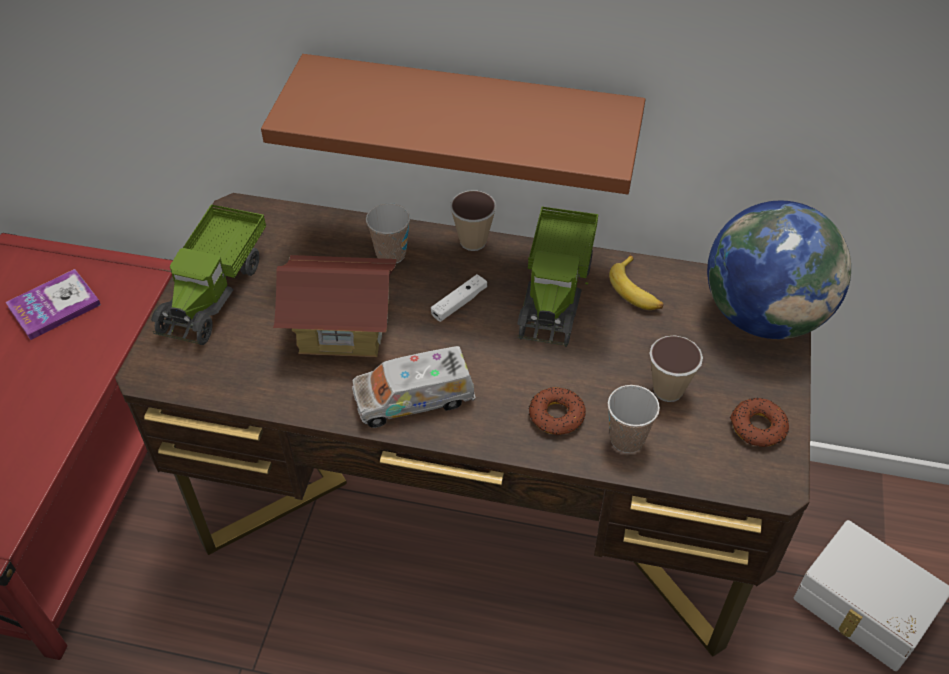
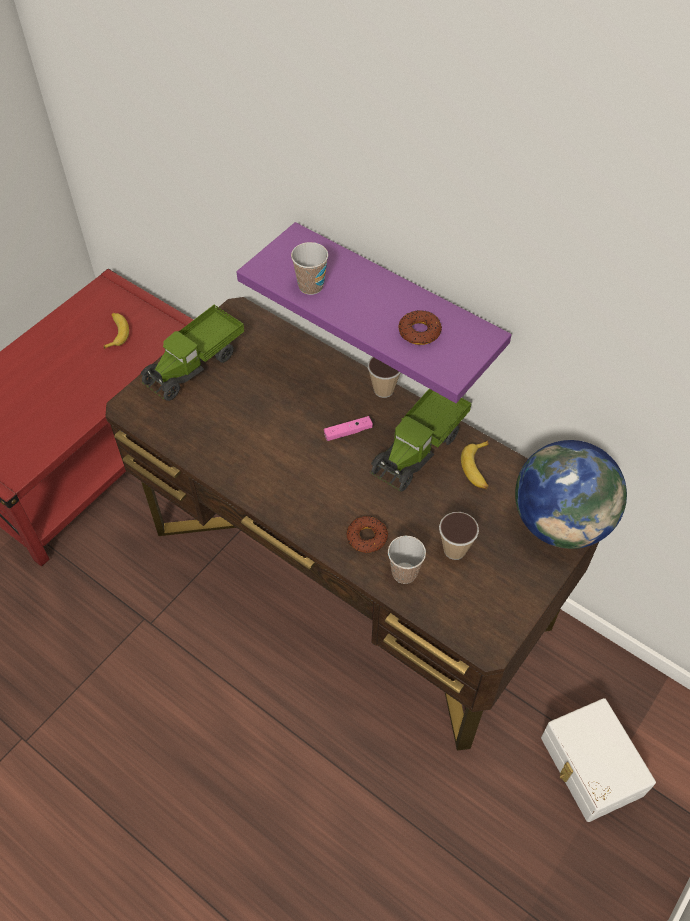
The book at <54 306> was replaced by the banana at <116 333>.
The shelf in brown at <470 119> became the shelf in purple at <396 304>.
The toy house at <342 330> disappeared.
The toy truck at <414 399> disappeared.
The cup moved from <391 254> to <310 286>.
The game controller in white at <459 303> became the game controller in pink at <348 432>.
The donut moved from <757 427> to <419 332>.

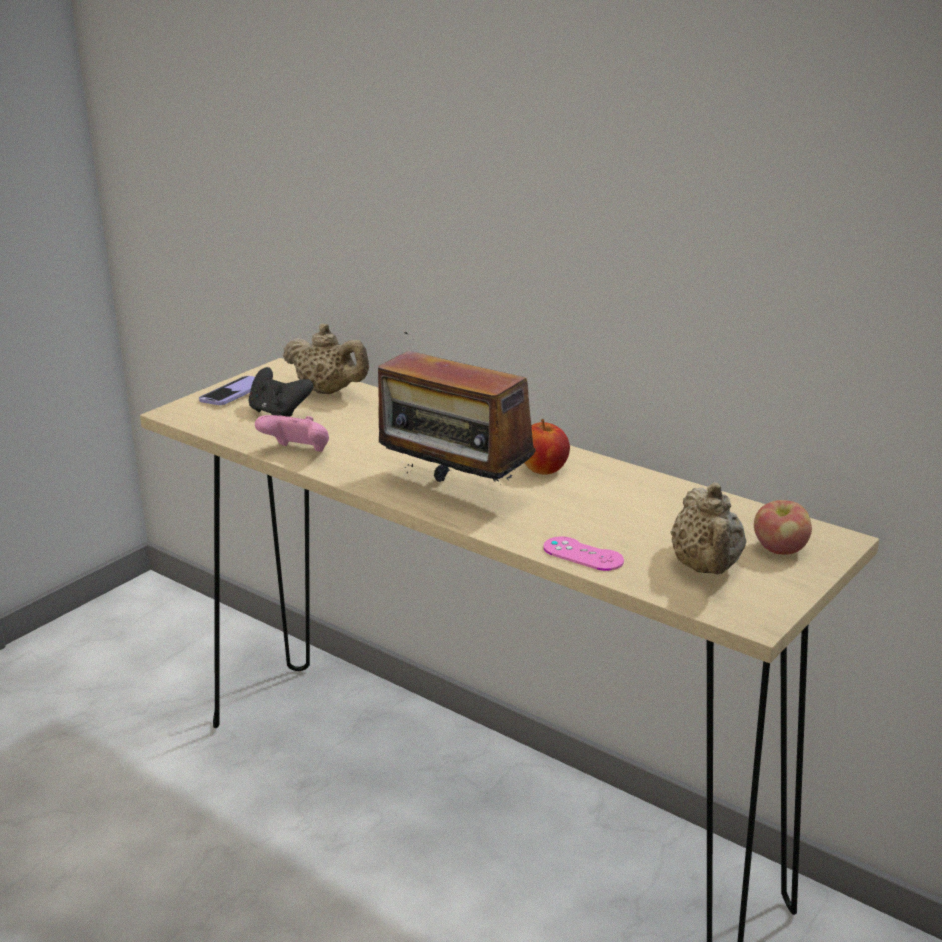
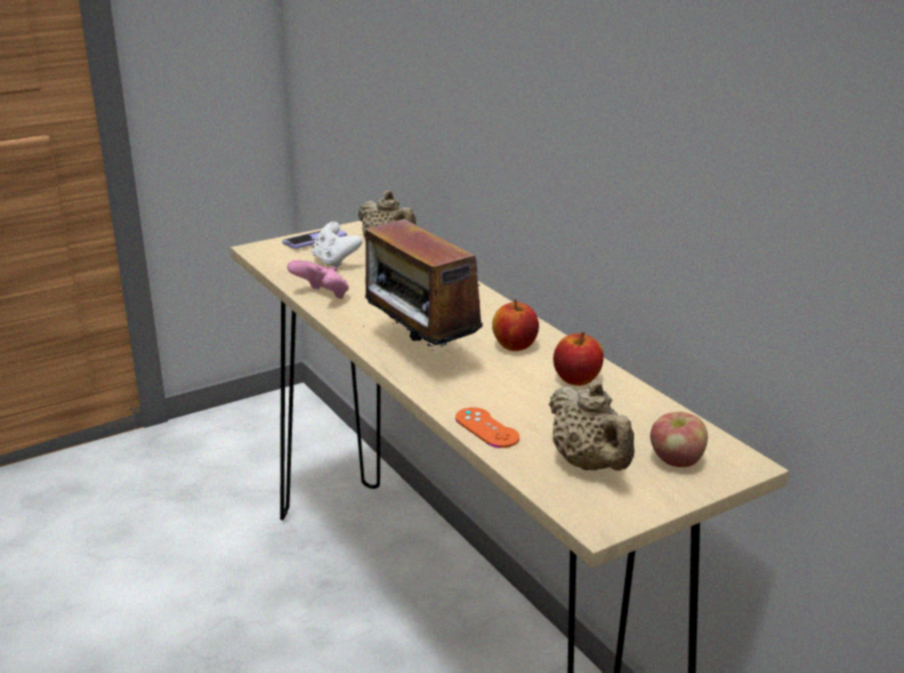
The game controller in black at <278 413> became the game controller in white at <335 262>.
The game controller in pink at <583 554> became the game controller in orange at <487 428>.
The teapot in beige at <706 569> turned 45 degrees counterclockwise.
The apple at <576 380> appeared.

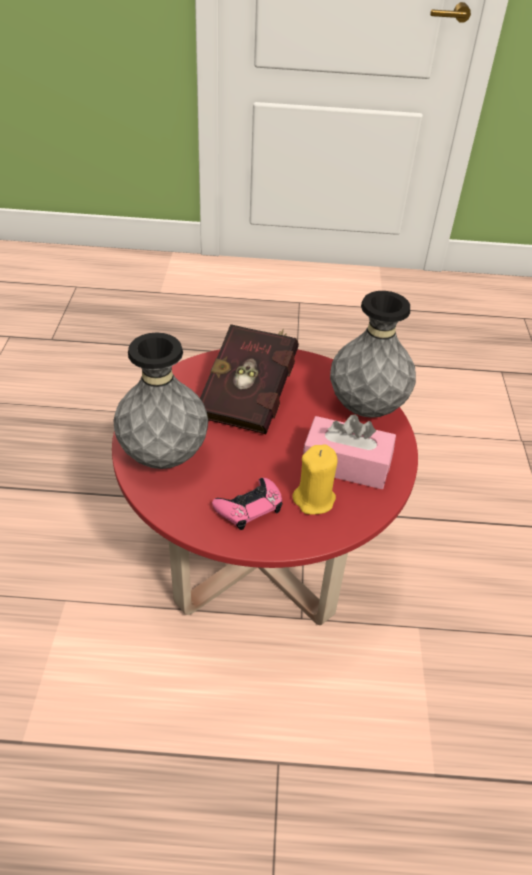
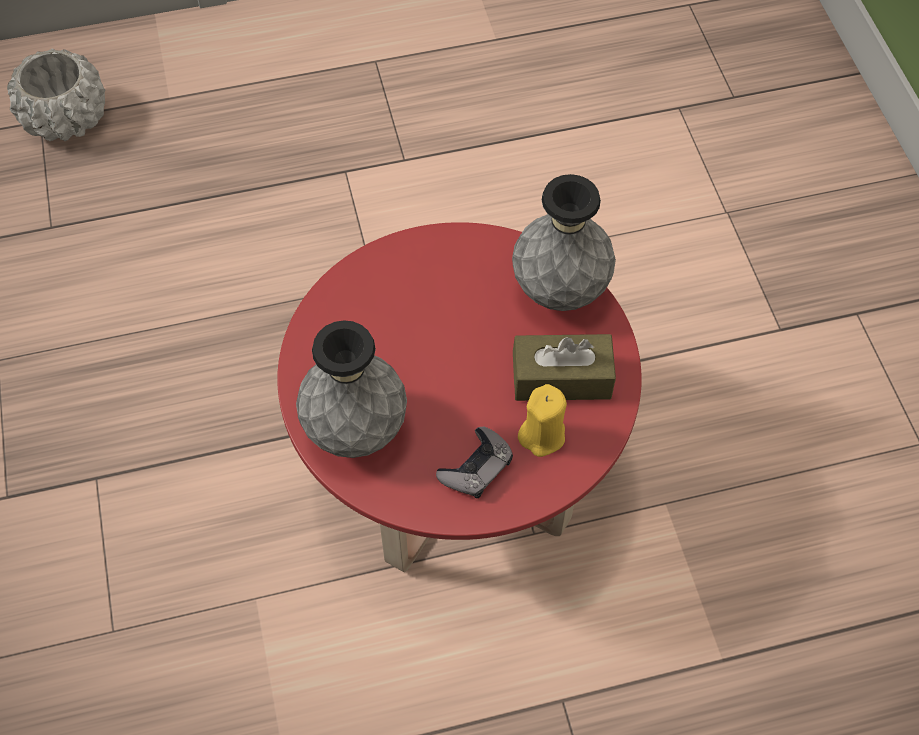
The book in red at <250 398> disappeared.
The game controller in pink at <249 507> became the game controller in grey at <476 467>.
The tissue box in pink at <346 464> became the tissue box in brown at <561 378>.
The planter in white at <67 119> appeared.

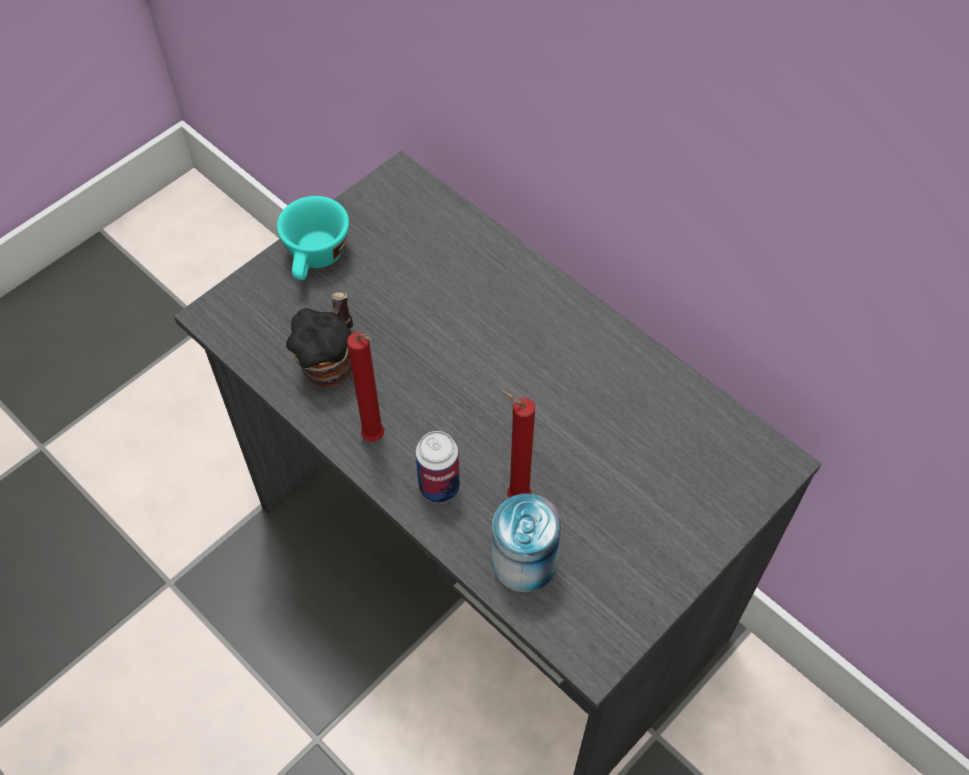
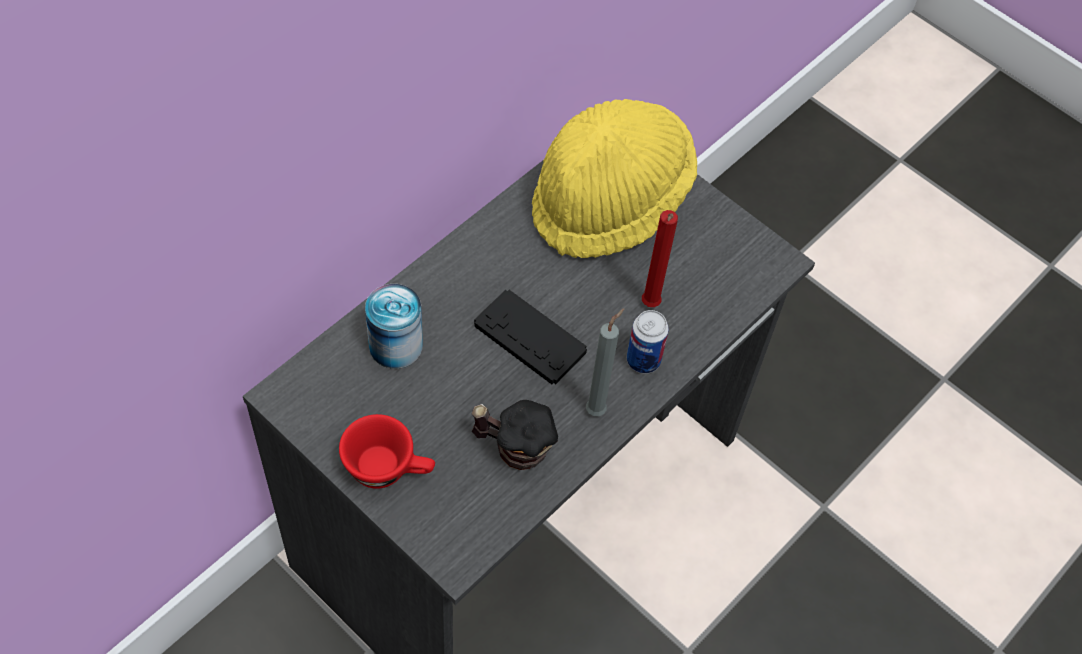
The cup in turquoise at <316 260> became the cup in red at <389 468>.
The candle in red at <376 439> became the candle in grey at <598 409>.
The can moved from <524 561> to <396 345>.
The game controller in black at <530 338> appeared.
The hat in yellow at <609 200> appeared.

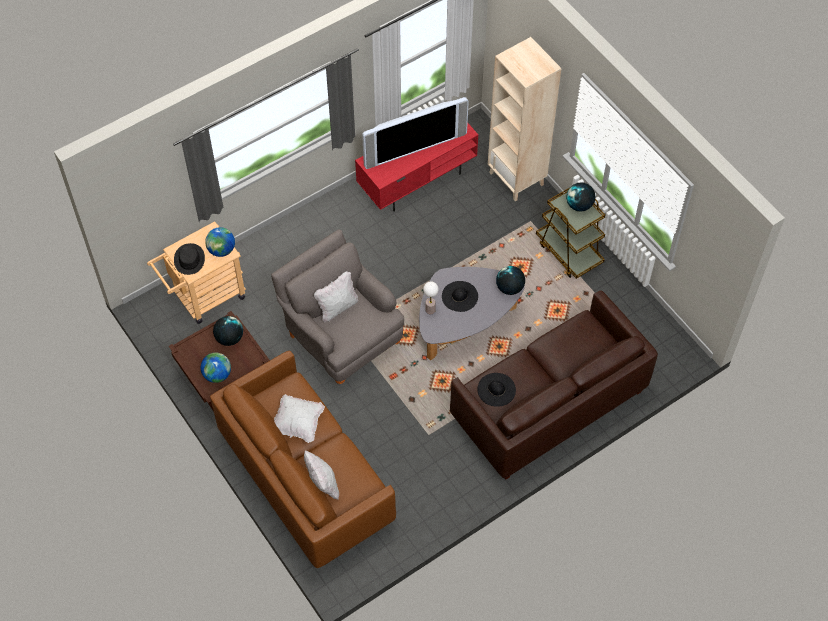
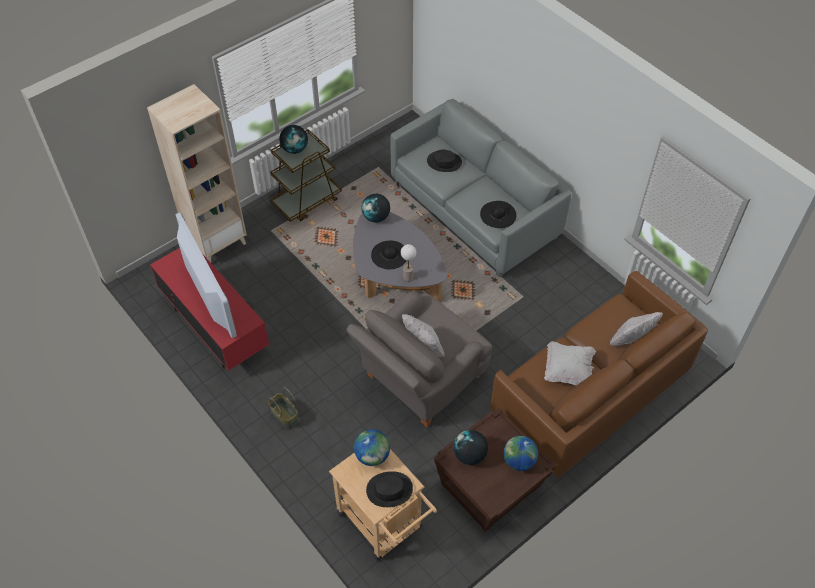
The sofa in brown at <548 404> became the sofa in grey at <474 211>.
The basket at <284 416> appeared.
The hat in black at <444 162> appeared.

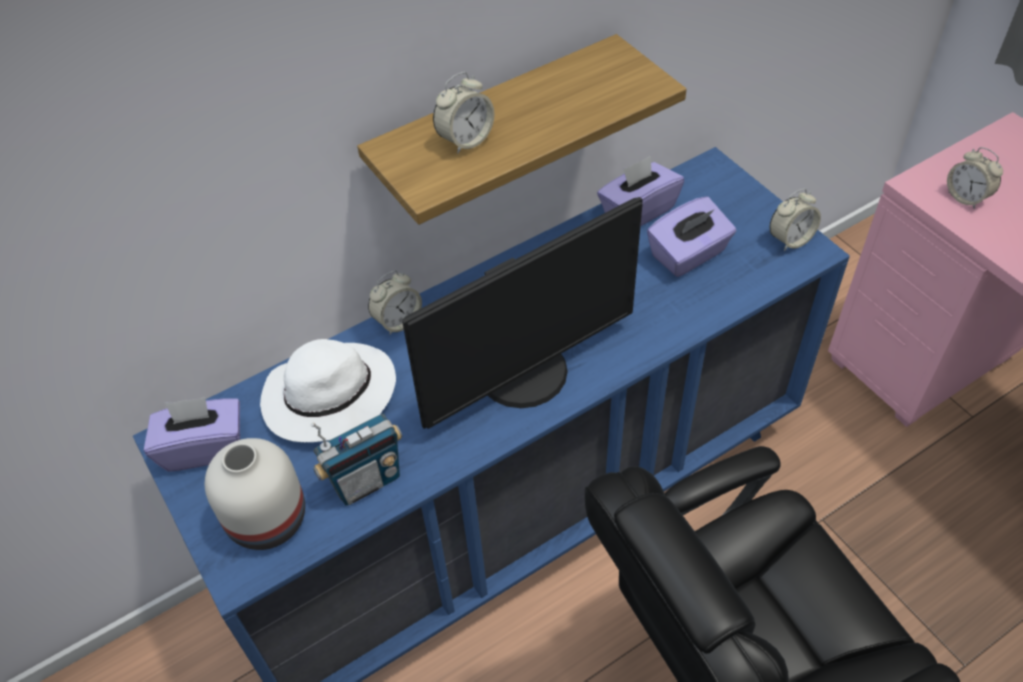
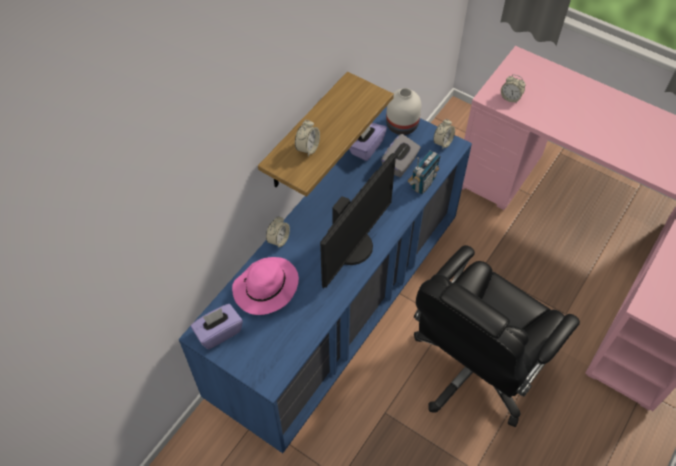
The vase in white moved from <269 520> to <403 125>.
The hat in white at <328 398> became the hat in pink at <265 288>.
The radio moved from <366 481> to <422 183>.
The tissue box in purple at <688 255> became the tissue box in grey at <400 164>.

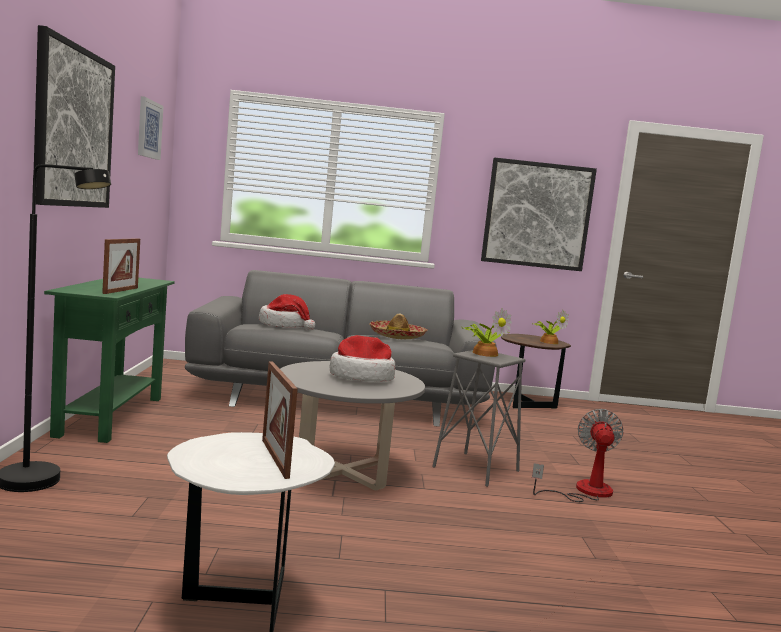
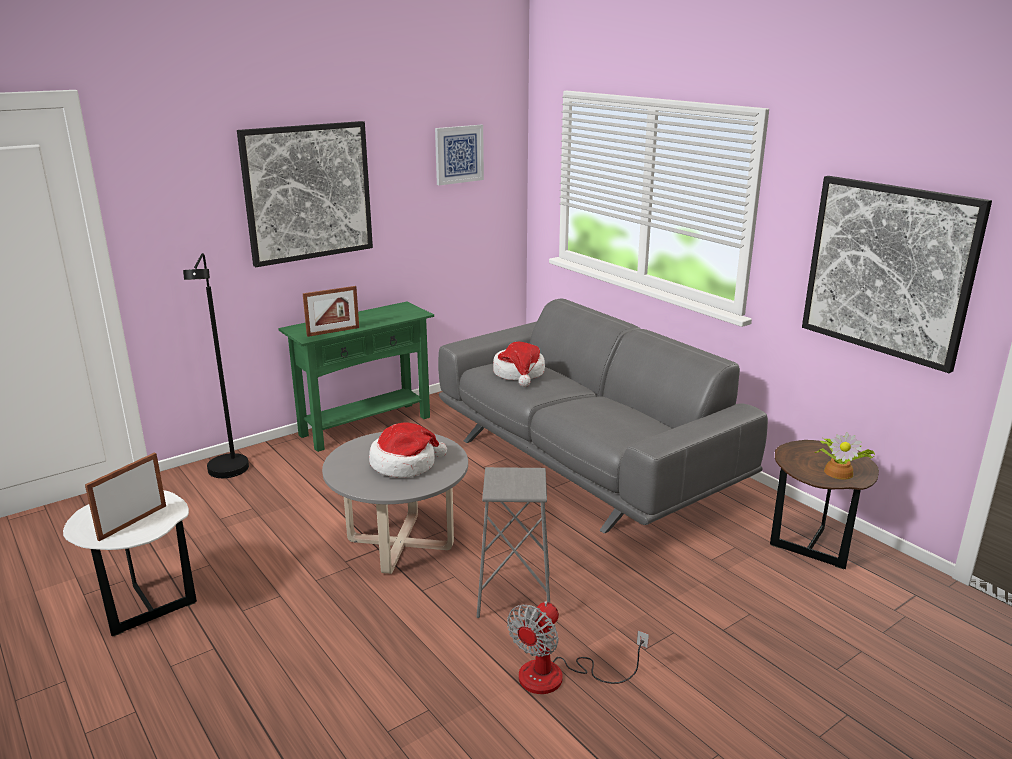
The hat at <397 336> disappeared.
The potted plant at <485 353> disappeared.
The fan at <584 491> turned 150 degrees clockwise.

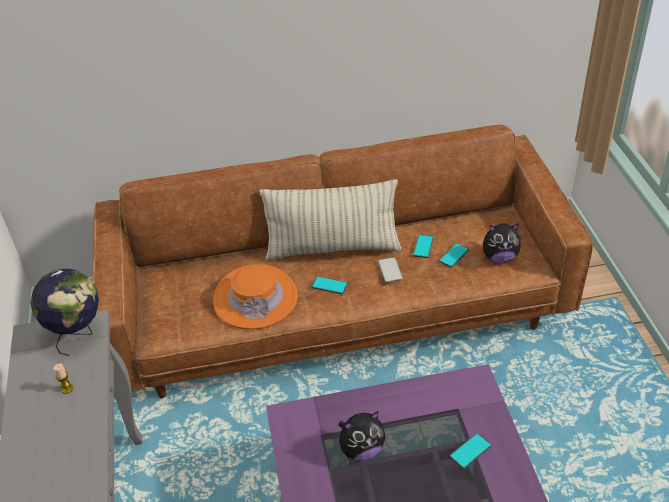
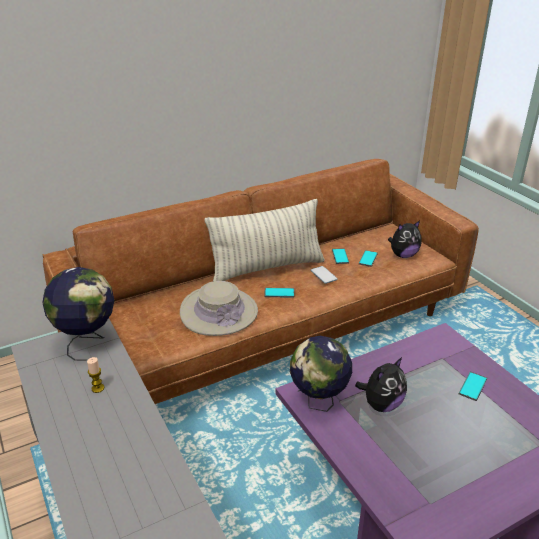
The hat in orange at <255 298> became the hat in beige at <219 312>.
The globe at <318 402> appeared.

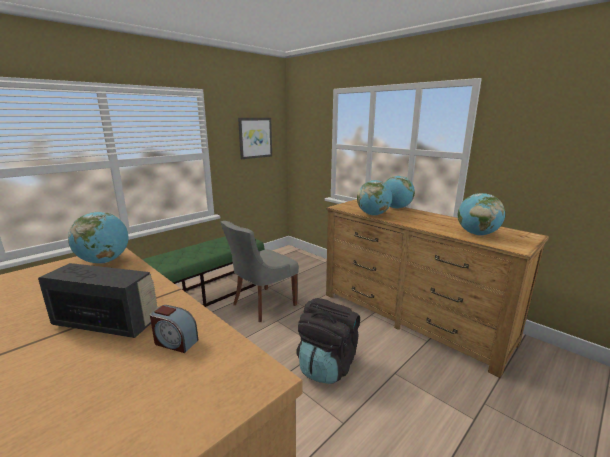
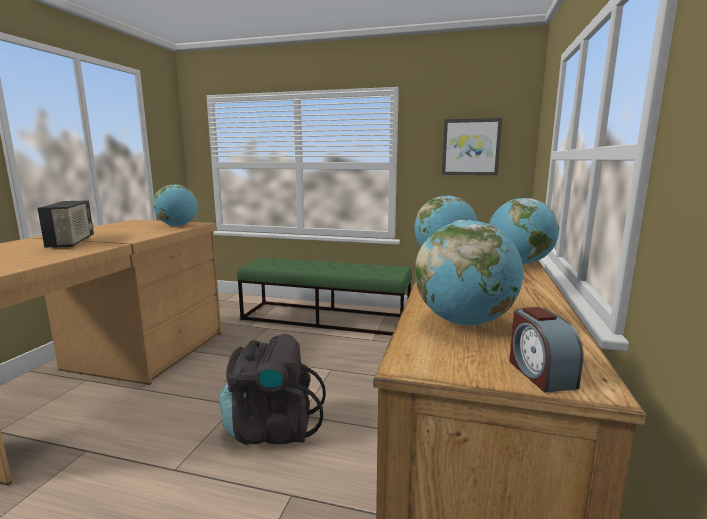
The alarm clock moved from <175 342> to <539 373>.
The chair in grey at <262 305> disappeared.

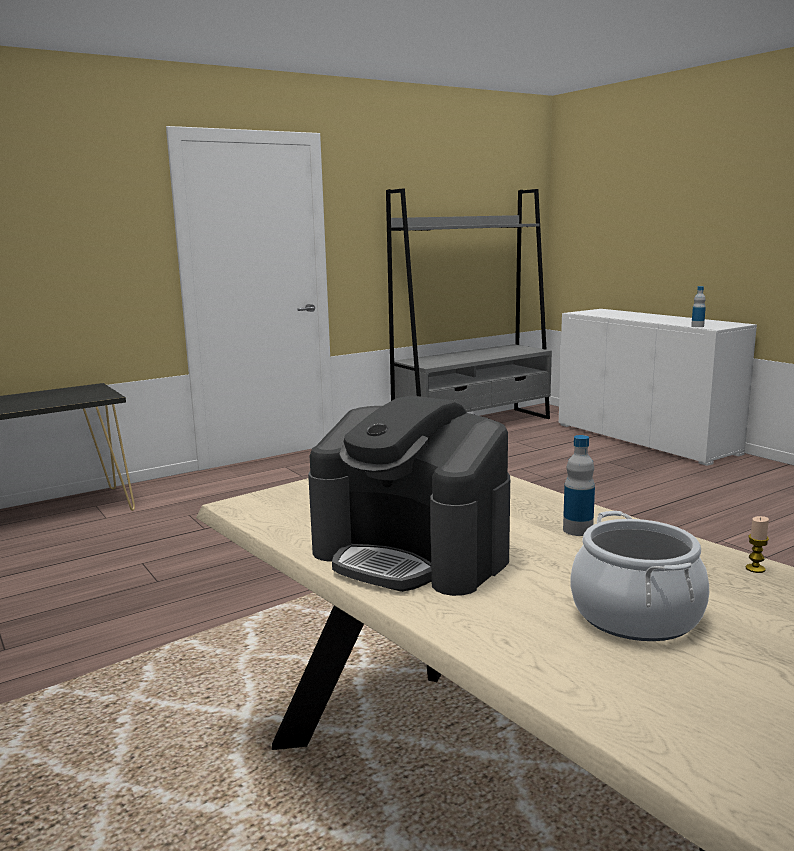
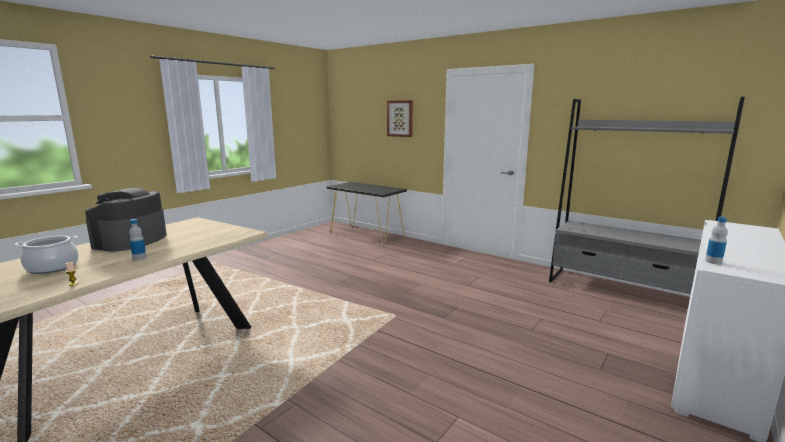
The picture at <400 118> appeared.

